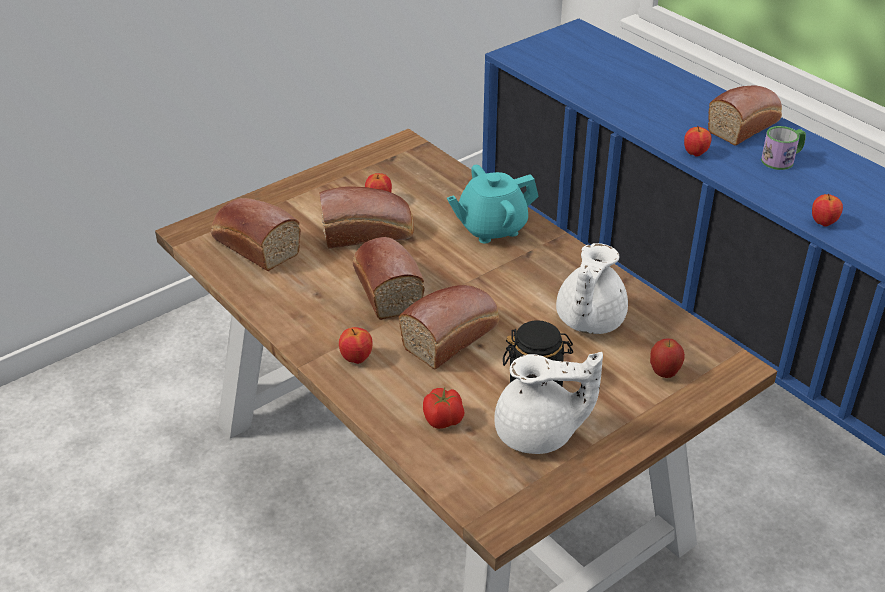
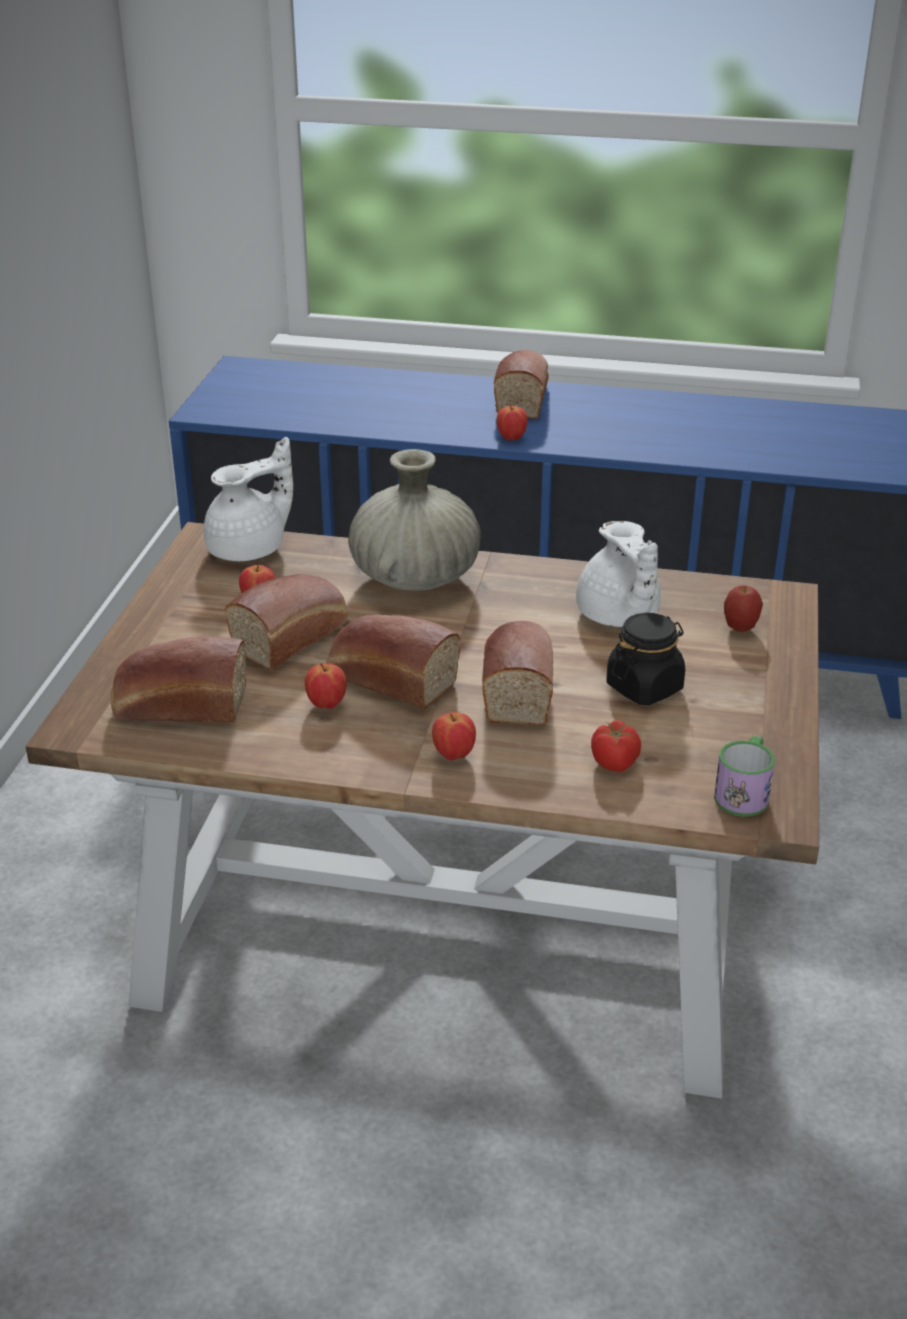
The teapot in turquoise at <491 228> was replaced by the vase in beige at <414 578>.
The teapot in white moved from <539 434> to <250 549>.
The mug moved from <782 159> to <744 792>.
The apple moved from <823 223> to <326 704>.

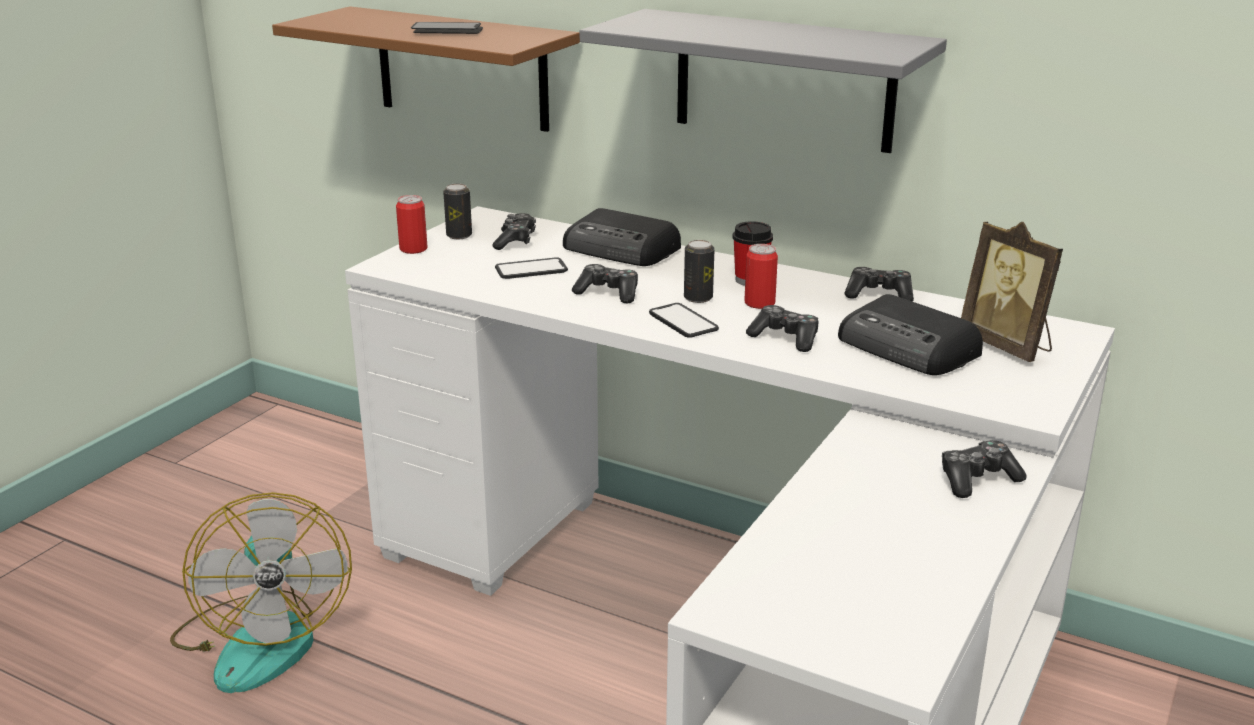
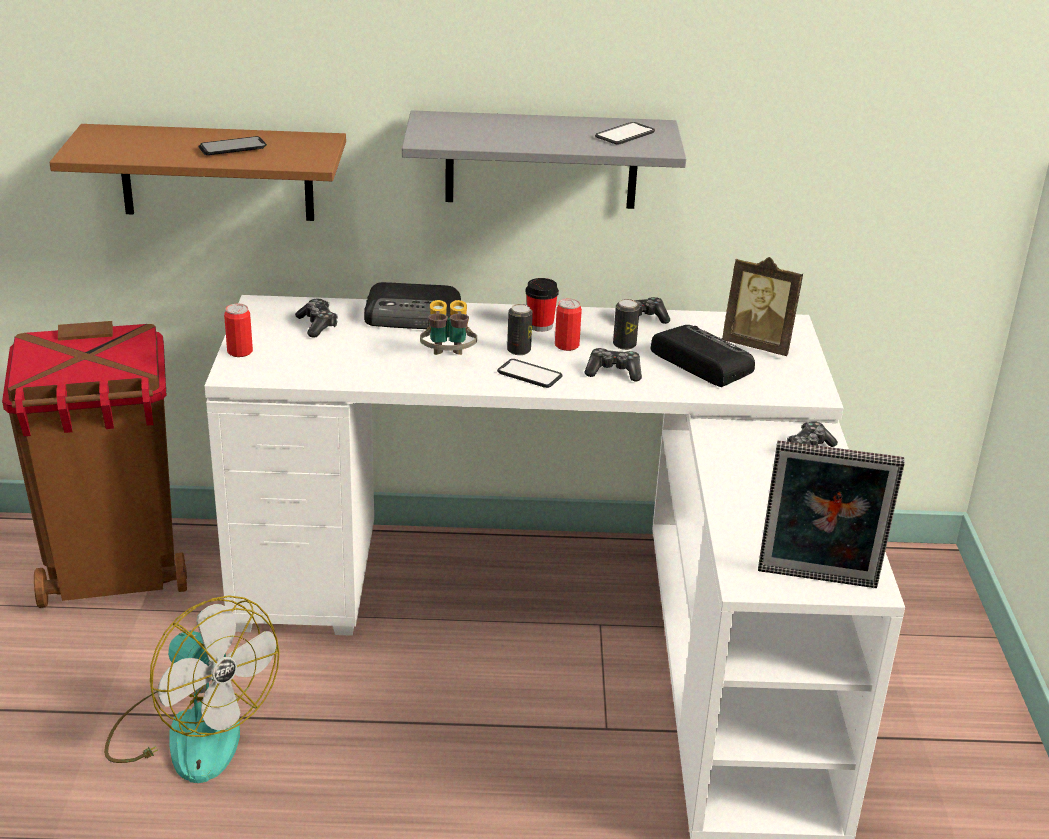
The can moved from <459 235> to <624 345>.
The phone moved from <531 270> to <625 134>.
The game controller at <608 293> was replaced by the binoculars at <448 361>.
The radio at <909 348> turned 150 degrees counterclockwise.
The trash can in brown at <115 574> appeared.
The picture frame at <817 581> appeared.

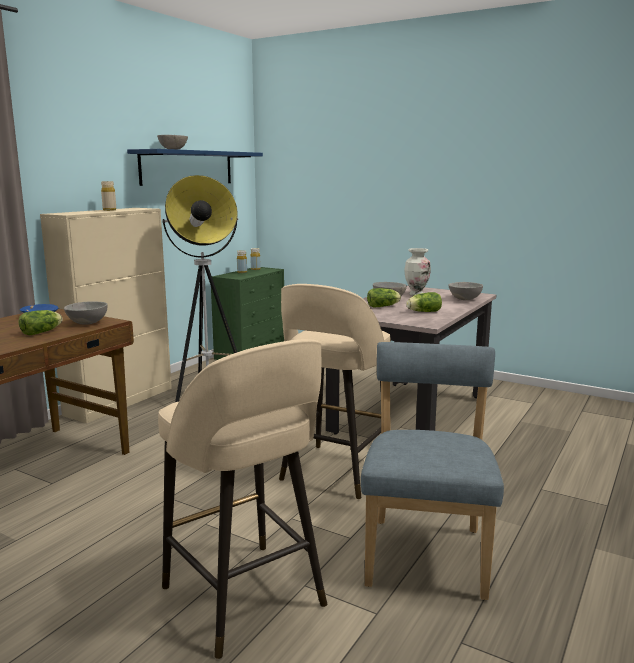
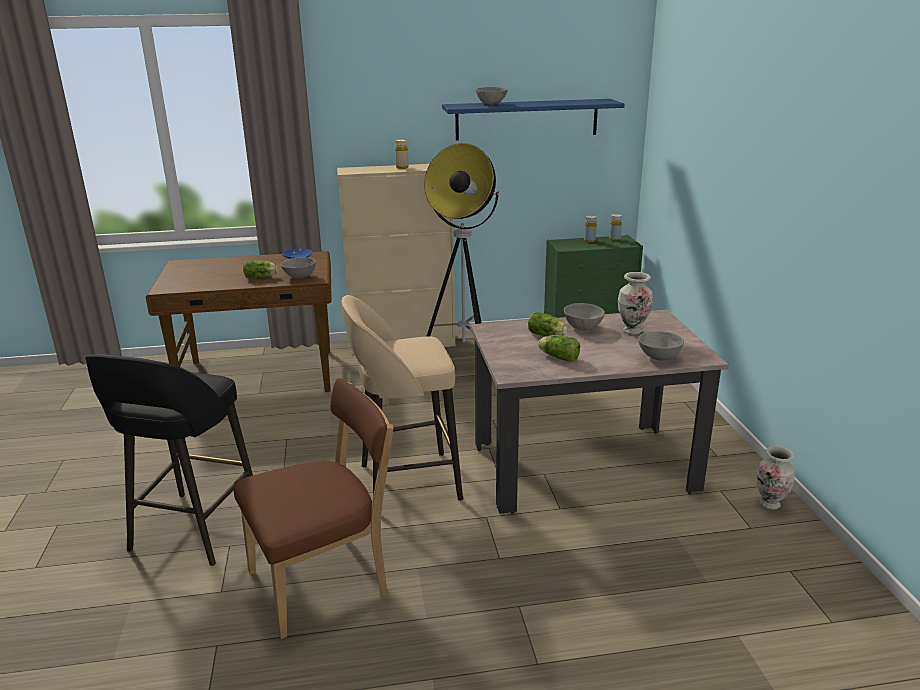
The stool in beige at <245 599> became the stool in black at <193 530>.
The chair in blue at <426 552> became the chair in brown at <325 581>.
The vase at <770 504> appeared.

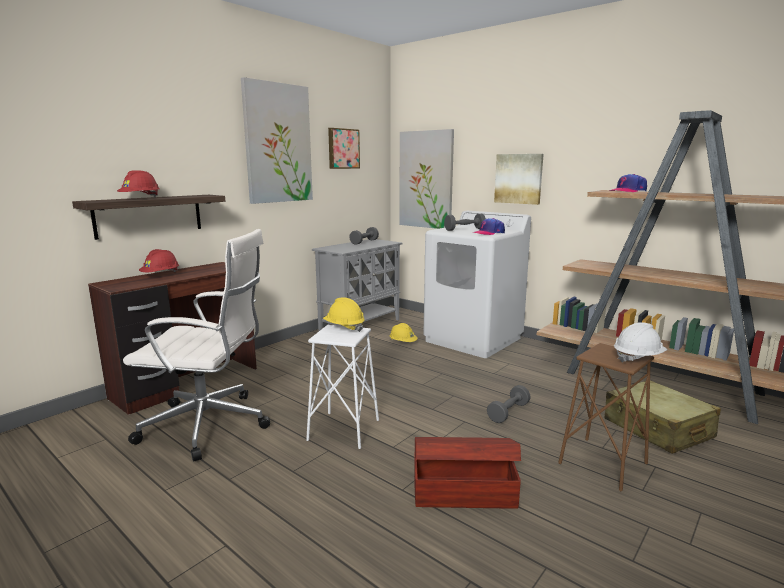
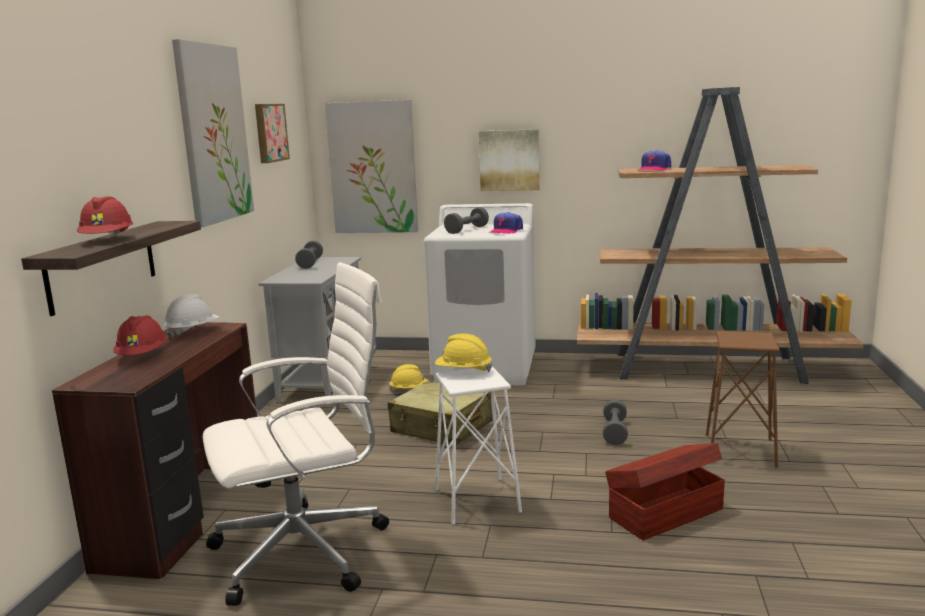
The suitcase in beige moved from <657 429> to <441 427>.
The hard hat in white moved from <638 358> to <192 331>.

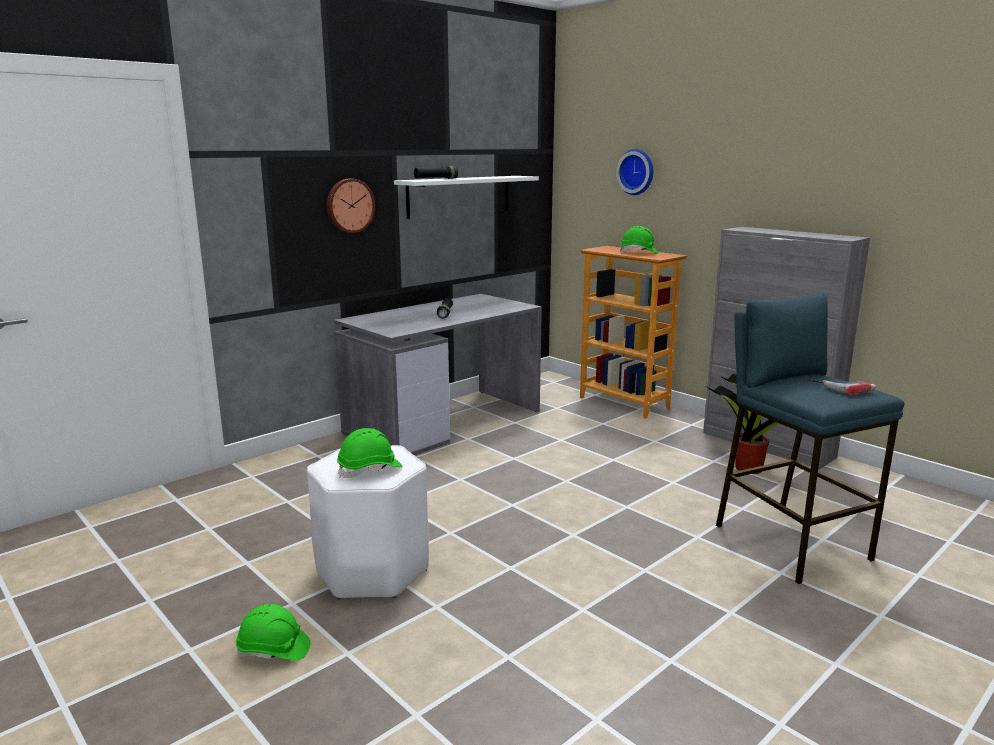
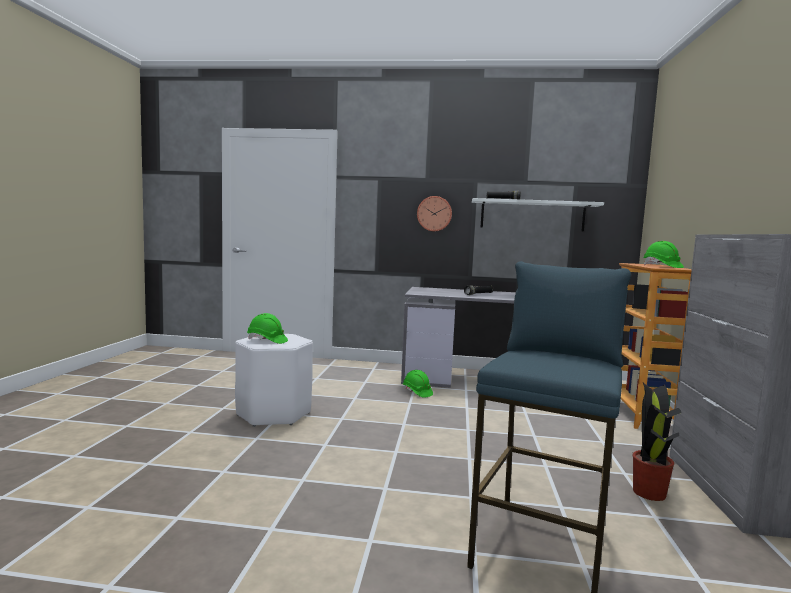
The hard hat in green moved from <273 650> to <417 392>.
The wall clock at <637 172> disappeared.
The power drill at <841 387> disappeared.

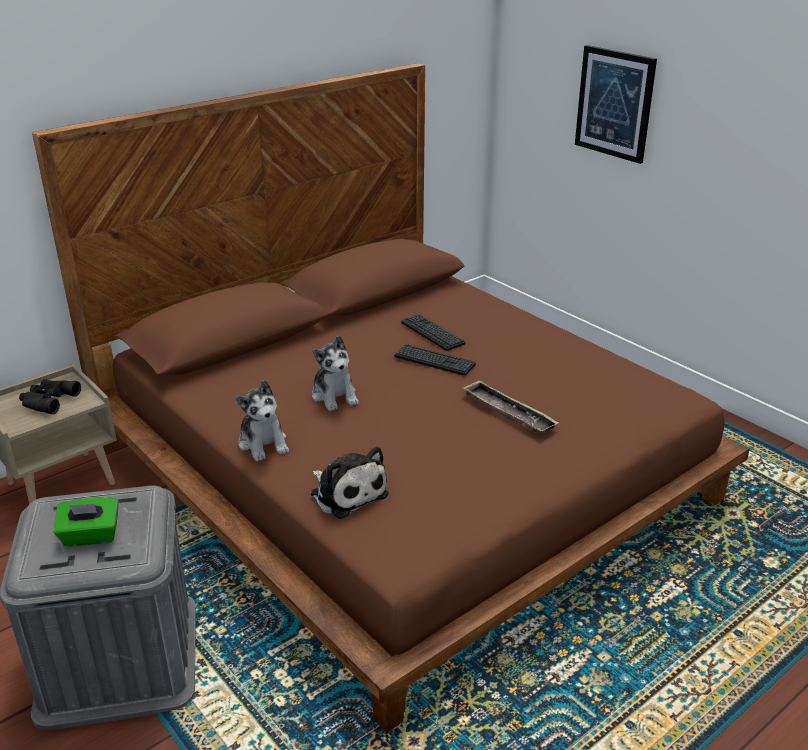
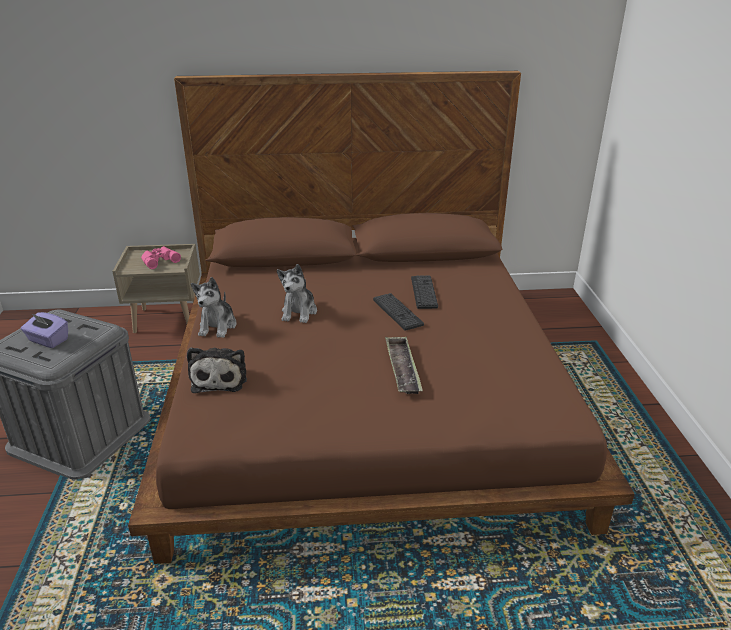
The binoculars in black at <47 400> became the binoculars in pink at <159 260>.
The tissue box in green at <90 536> became the tissue box in purple at <48 340>.
The picture at <615 103> disappeared.

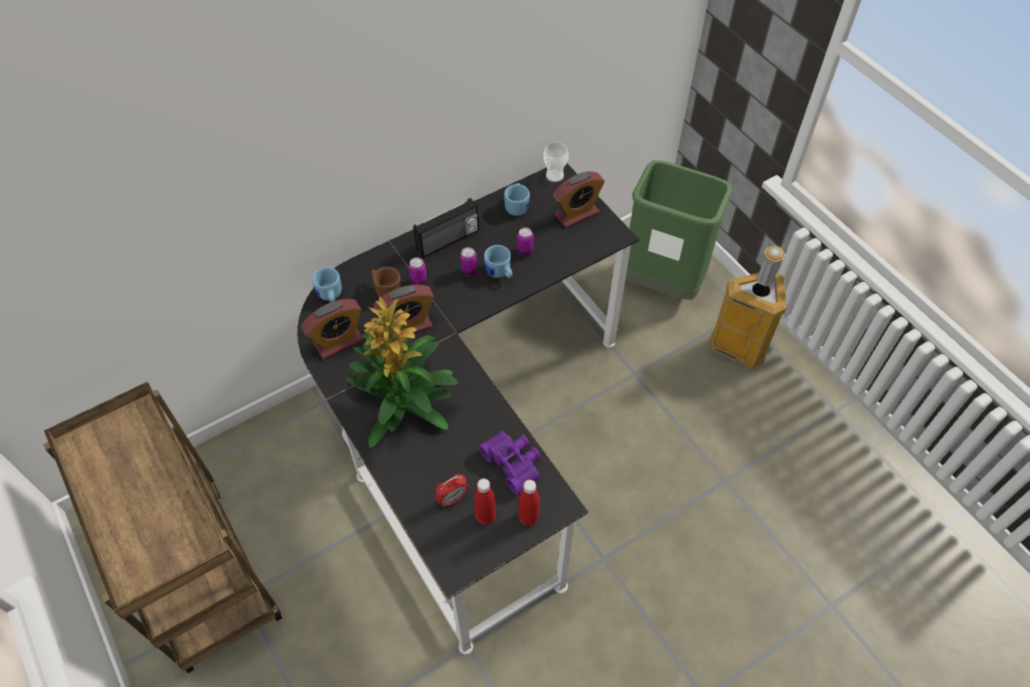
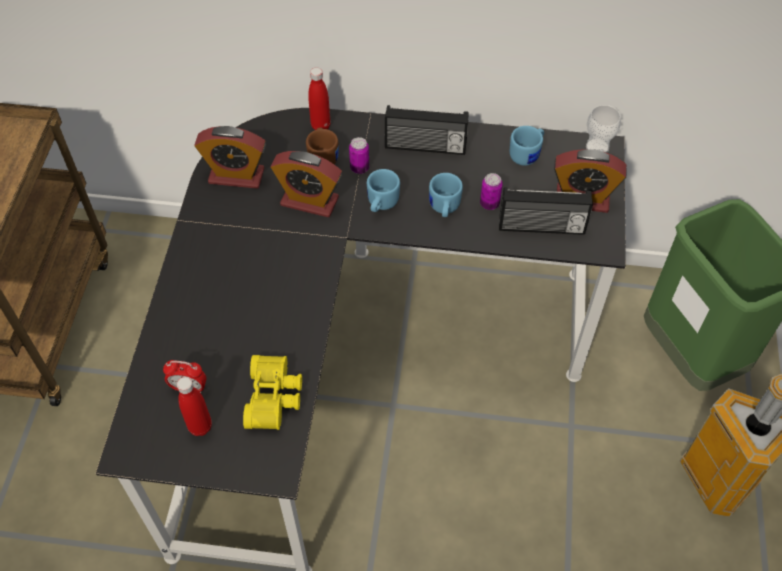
The mug in blue moved from <330 296> to <380 204>.
The potted plant at <405 401> disappeared.
The can at <469 272> disappeared.
The binoculars in purple at <514 463> became the binoculars in yellow at <275 397>.
The bottle in red moved from <528 517> to <320 126>.
The radio at <541 227> appeared.

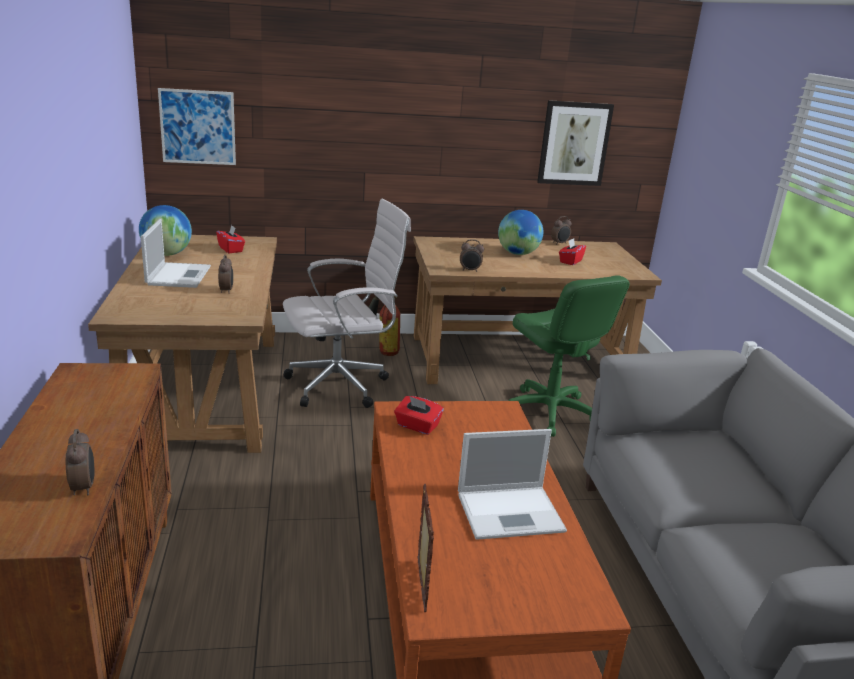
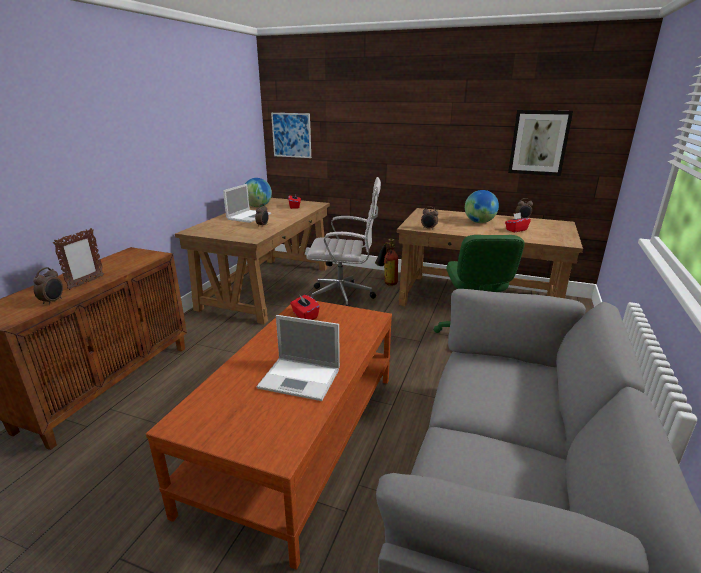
The picture frame moved from <421 586> to <86 283>.

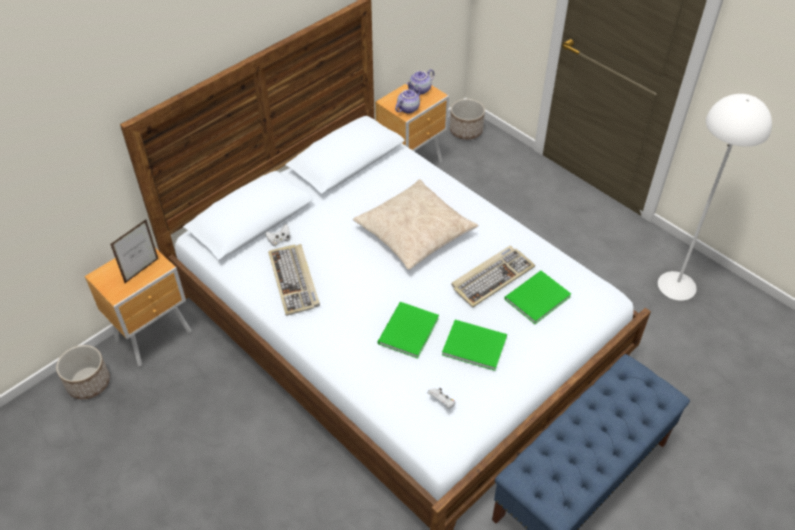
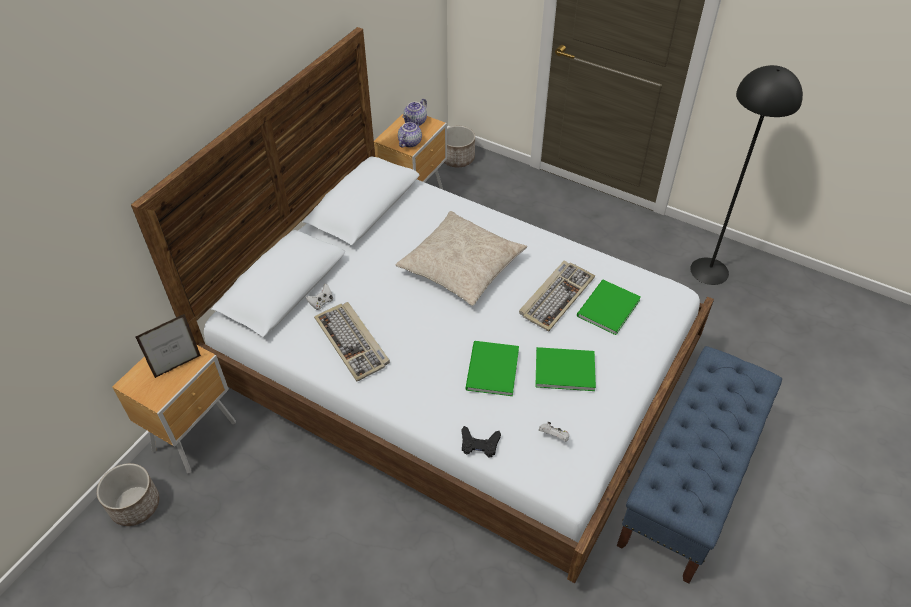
The picture frame at <142 271> turned 150 degrees counterclockwise.
The floor lamp in white at <677 286> became the floor lamp in black at <709 271>.
The game controller in black at <479 444> appeared.

